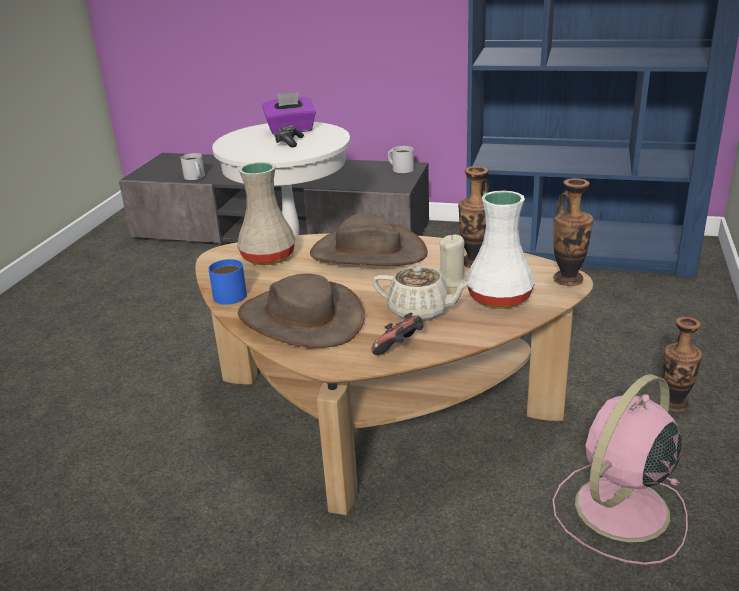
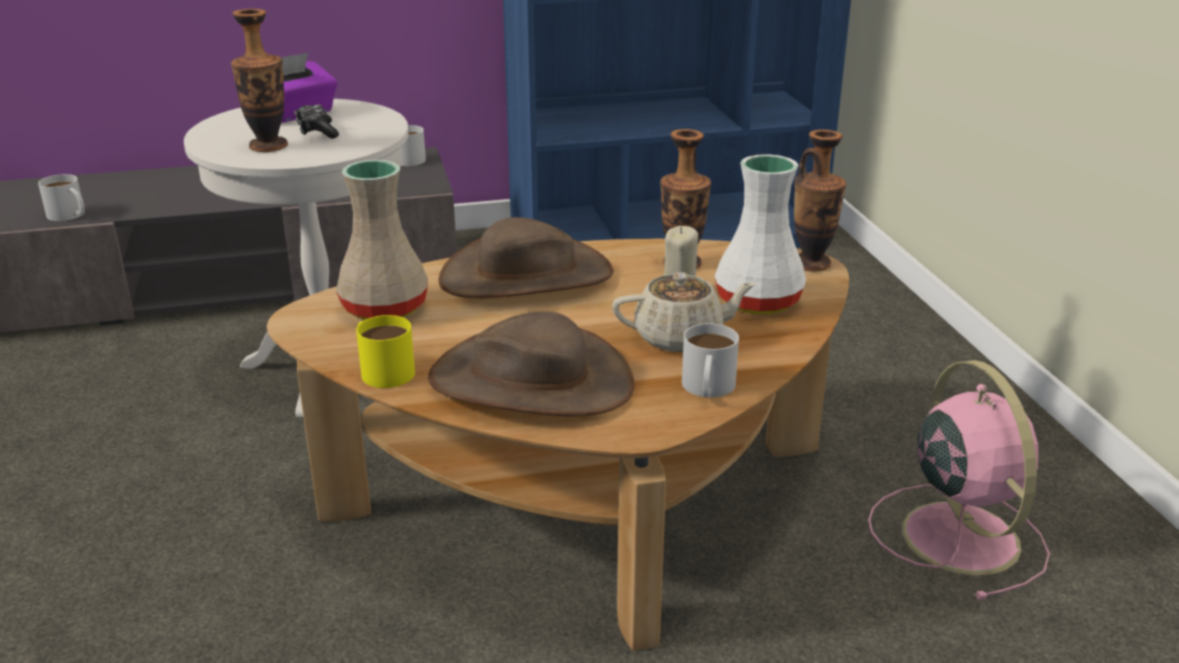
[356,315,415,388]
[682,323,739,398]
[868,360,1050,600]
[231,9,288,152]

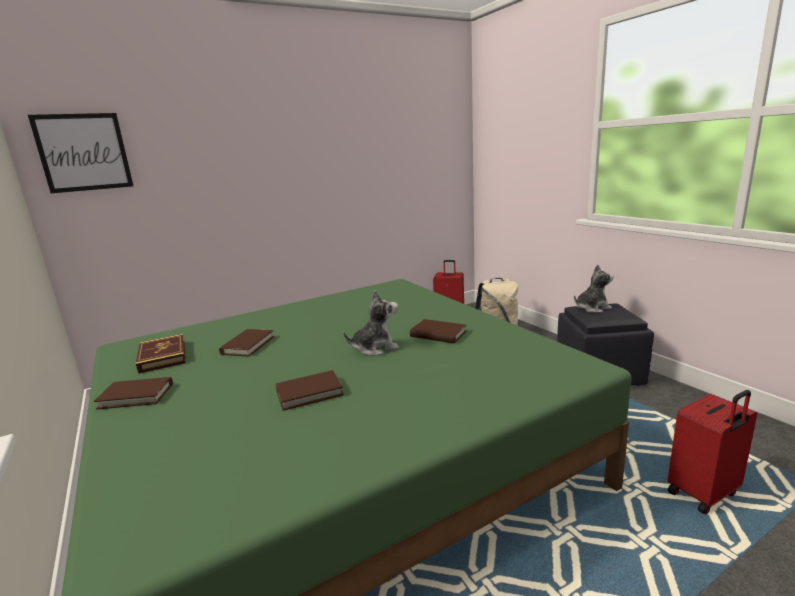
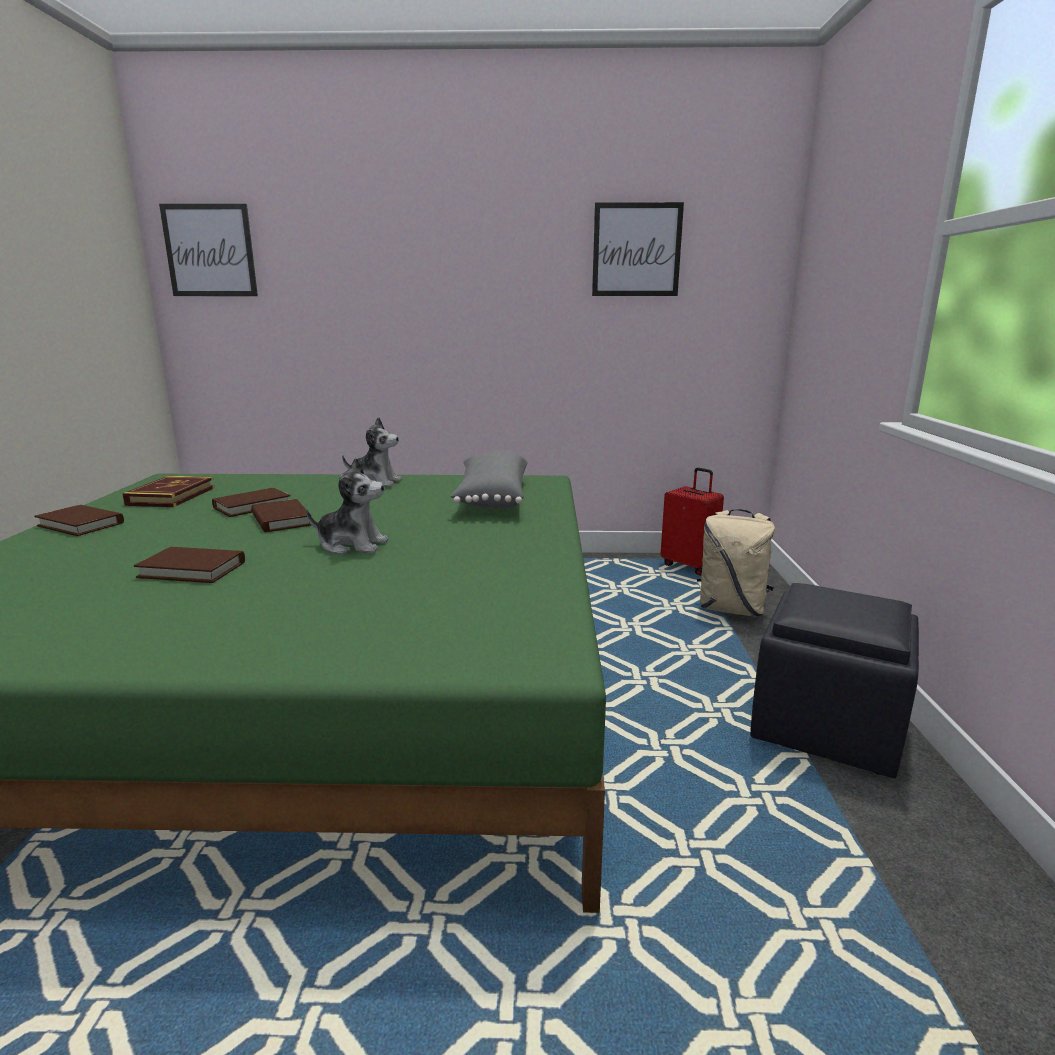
[251,499,311,532]
[342,417,402,487]
[667,390,757,515] (first image)
[450,451,528,509]
[592,202,684,296]

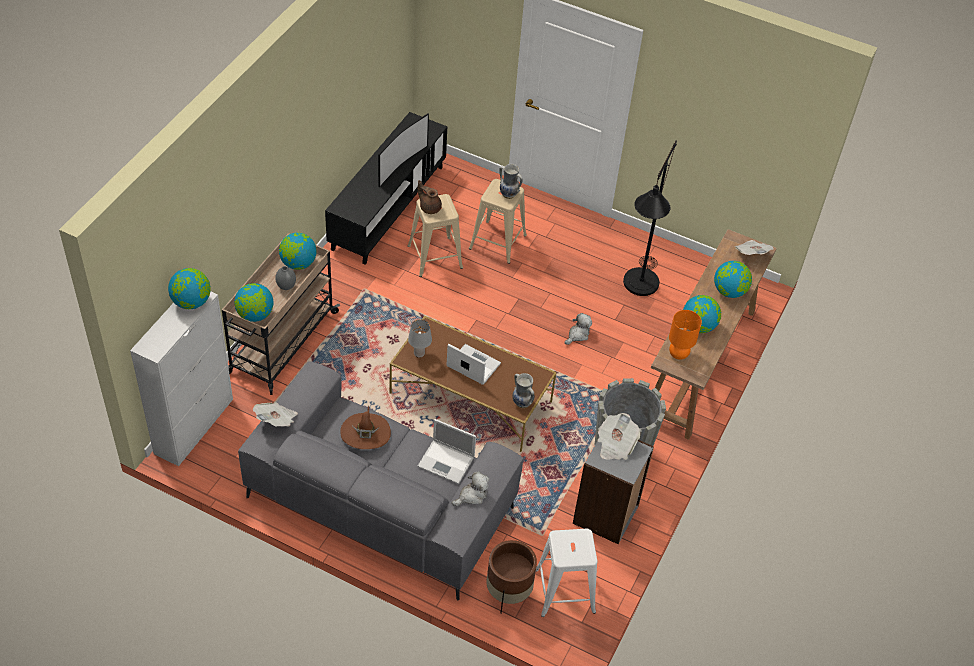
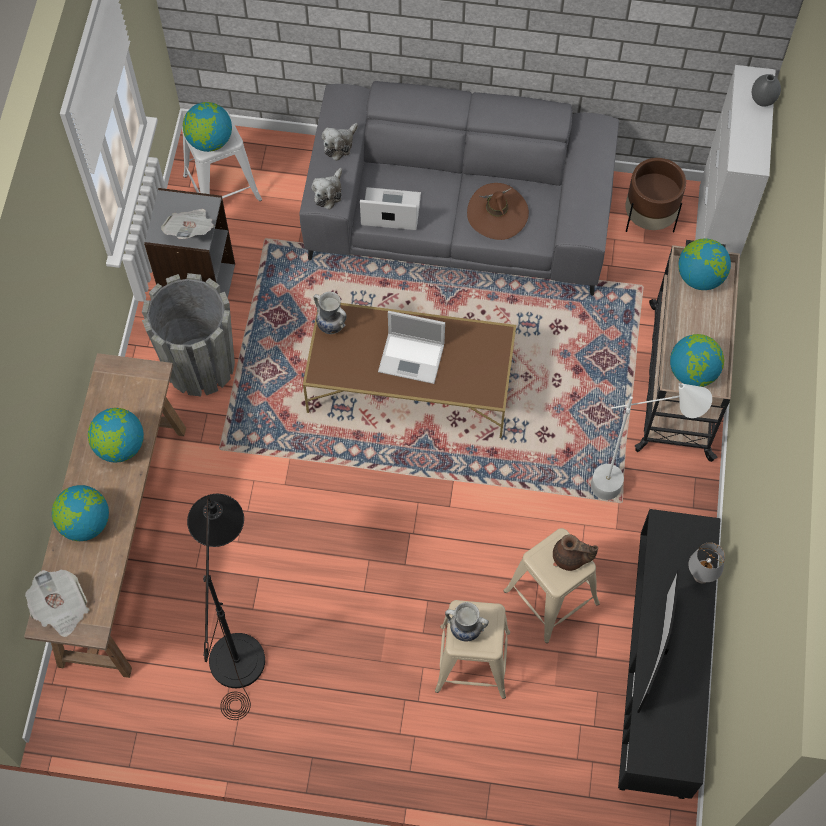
[183,102,232,152]
[253,402,298,427] (first image)
[752,74,781,107]
[688,542,725,583]
[626,158,686,232]
[312,168,342,209]
[669,310,702,360] (first image)
[591,383,712,500]

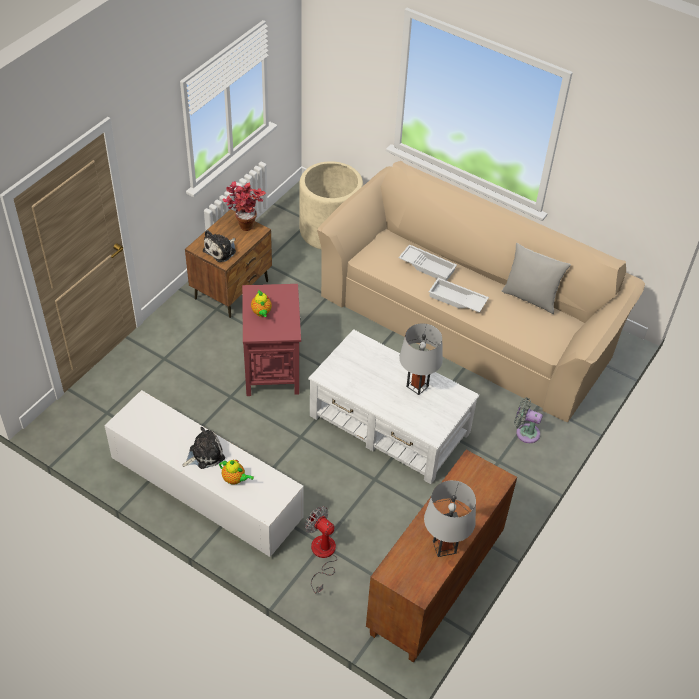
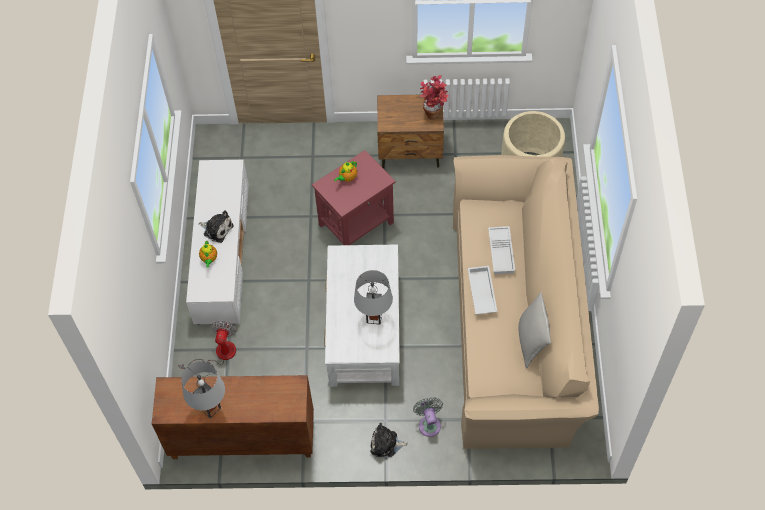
[371,423,408,457]

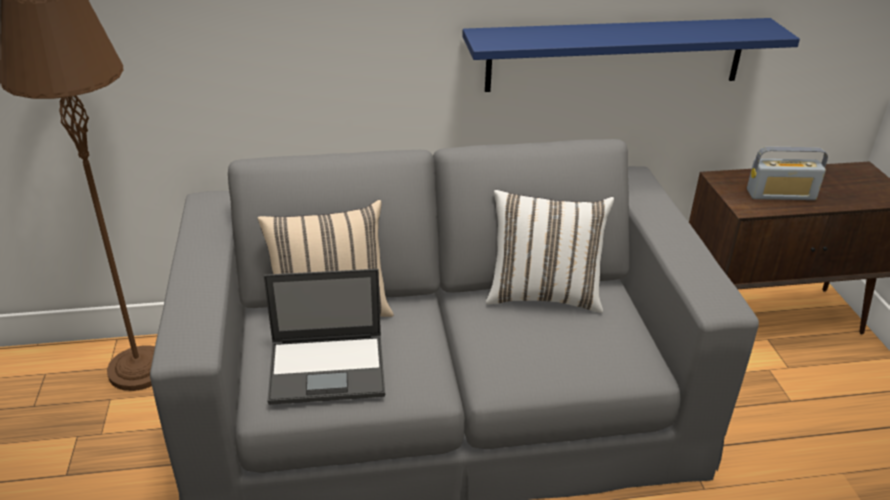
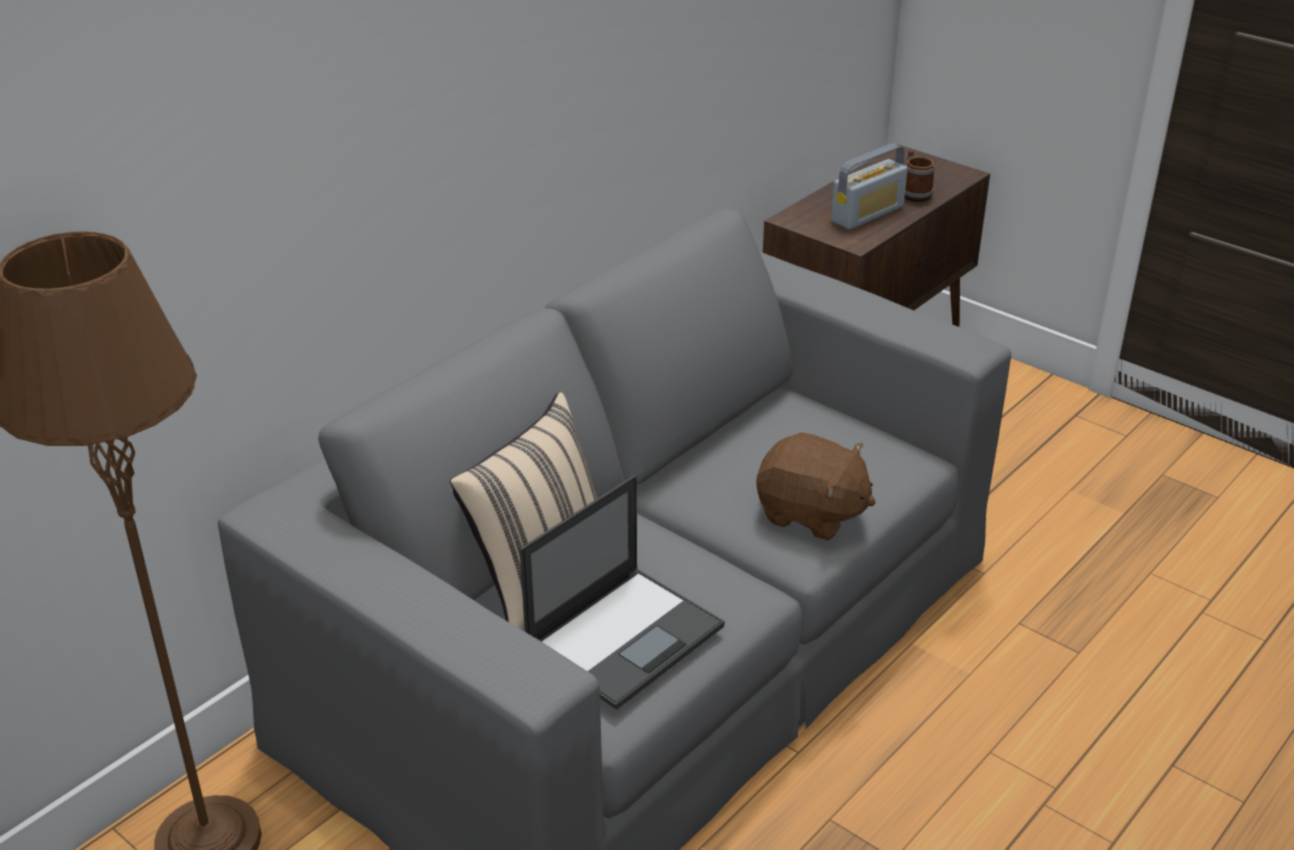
[462,18,800,92] (first image)
[486,190,614,313] (first image)
[756,432,876,540]
[905,150,935,202]

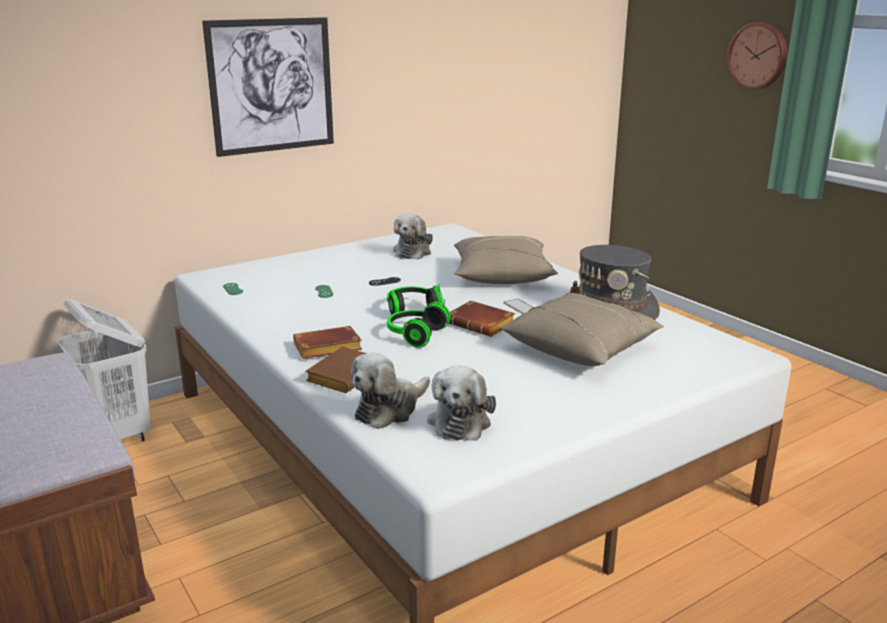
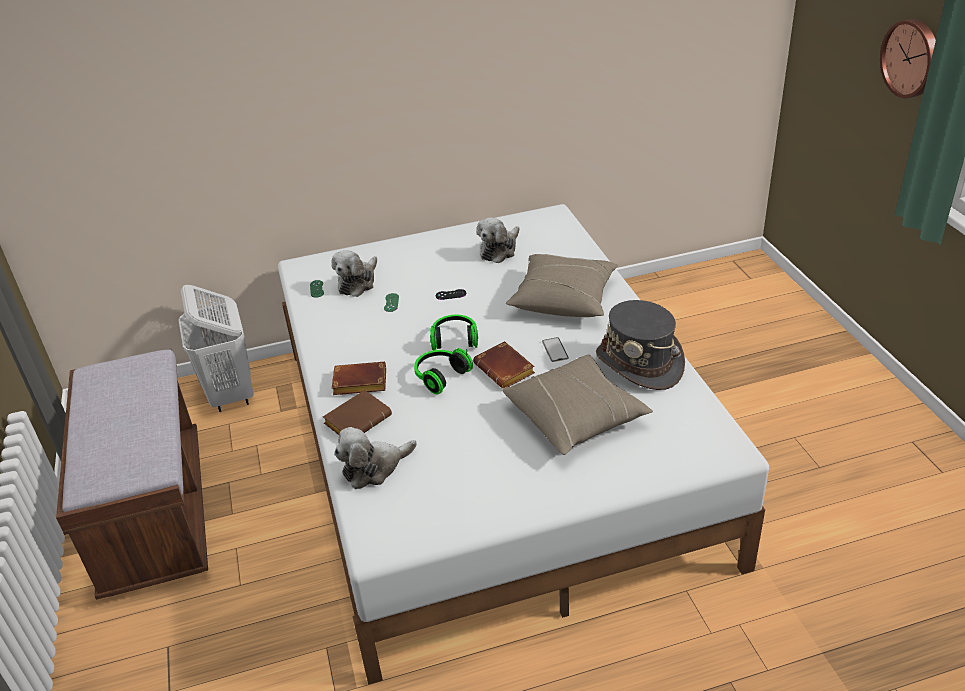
[202,17,334,157] (first image)
[331,250,377,297]

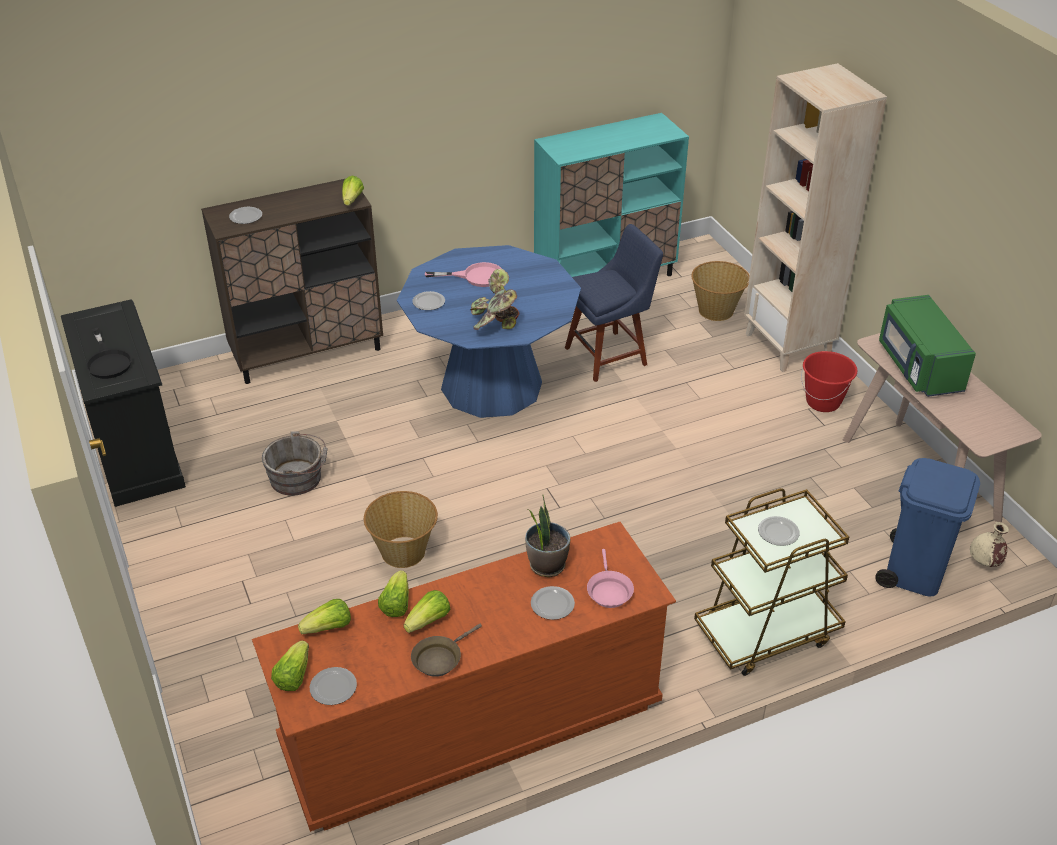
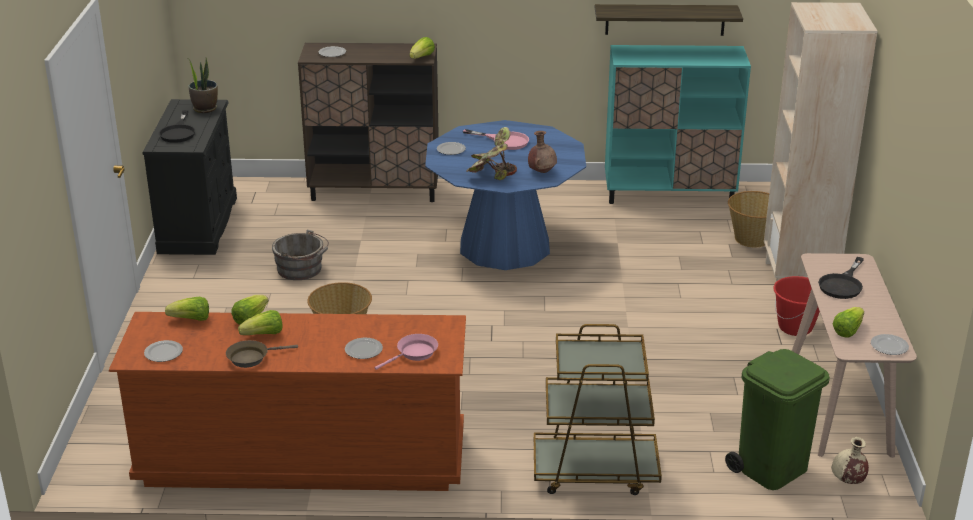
[833,307,864,337]
[189,57,218,113]
[565,224,663,382] (first image)
[374,334,438,370]
[871,334,909,355]
[725,349,830,490]
[818,257,864,299]
[528,131,557,173]
[595,4,743,36]

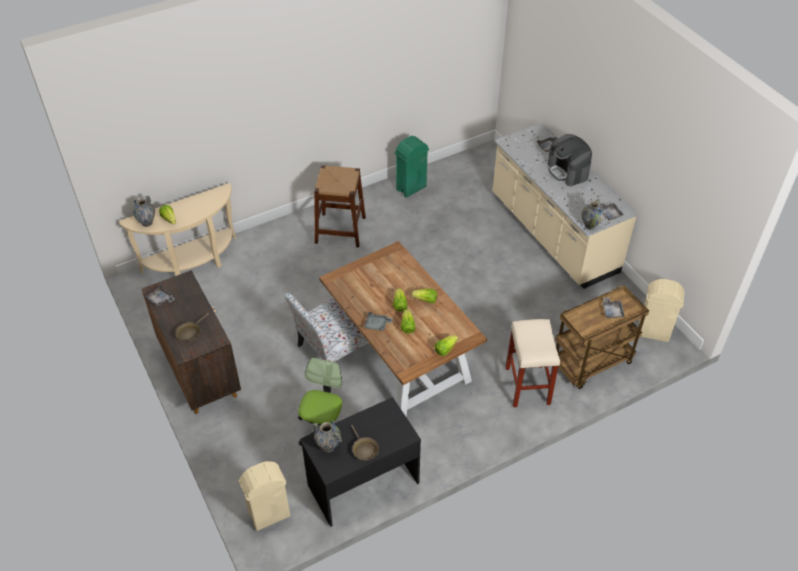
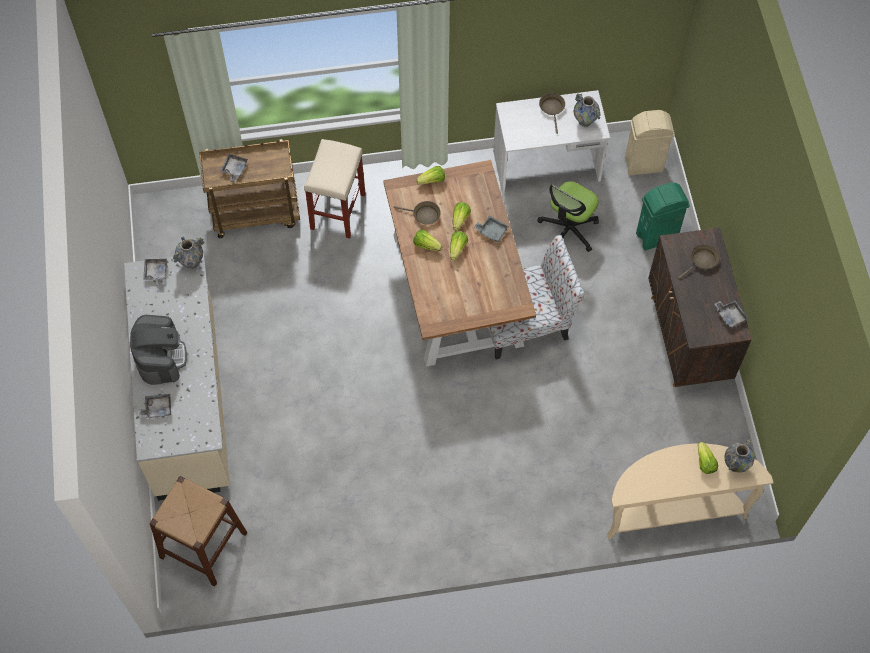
[493,90,610,194]
[150,476,247,587]
[636,182,690,250]
[638,279,684,342] (first image)
[394,201,441,224]

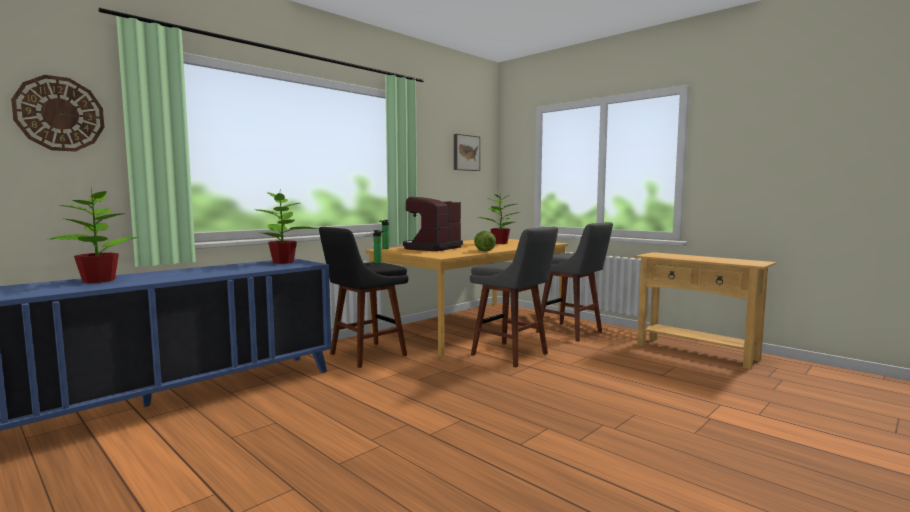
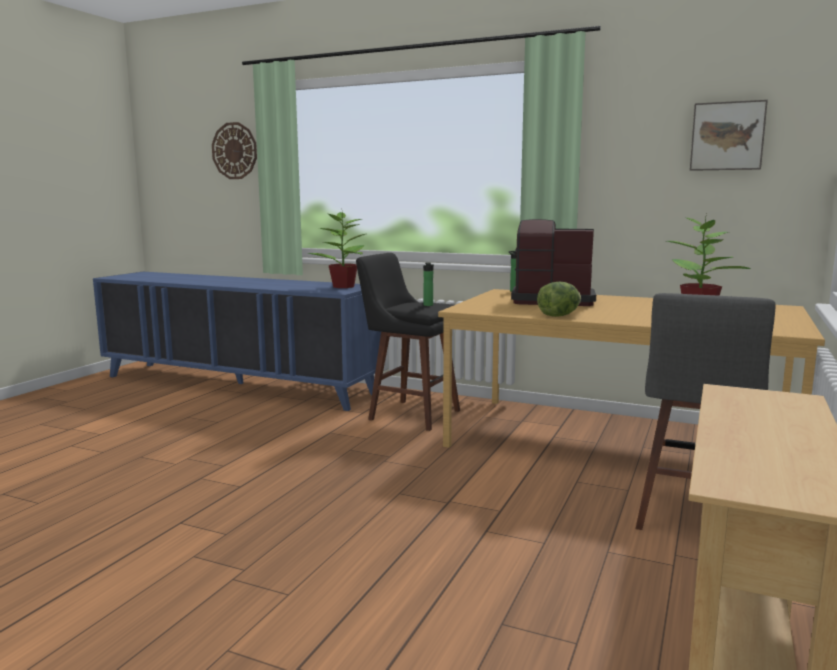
[50,187,138,283] (first image)
[470,227,558,367] (first image)

